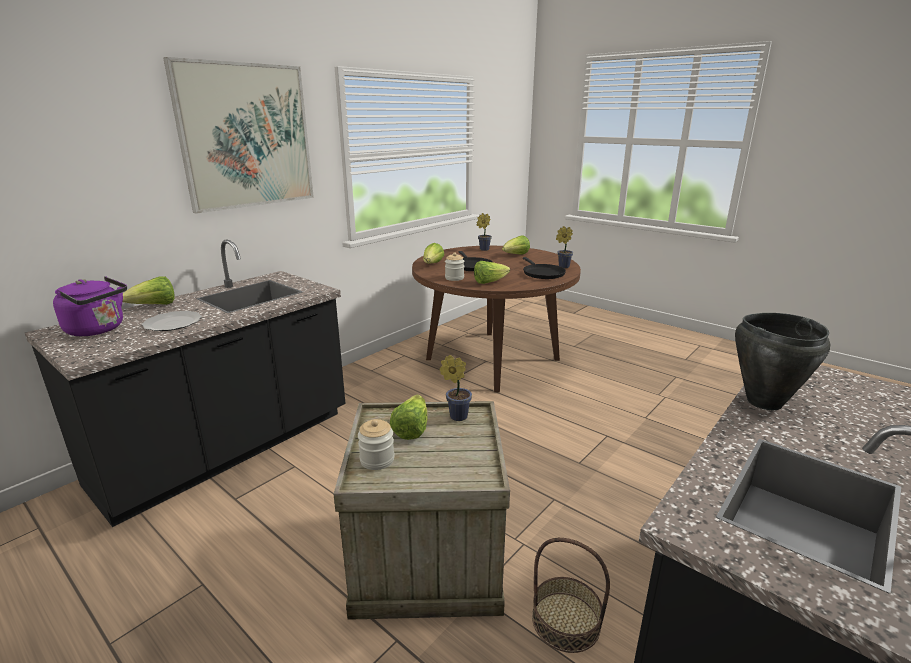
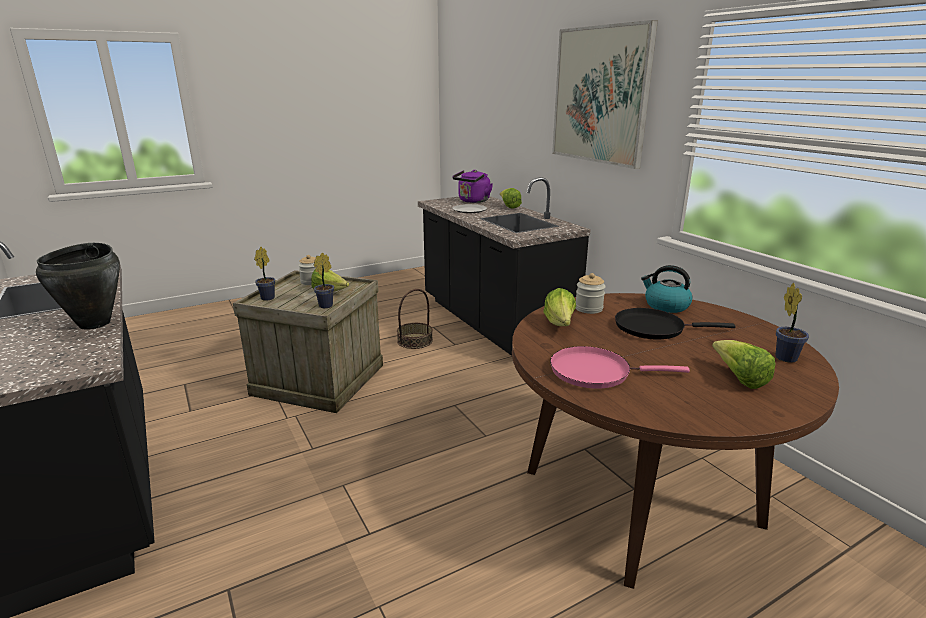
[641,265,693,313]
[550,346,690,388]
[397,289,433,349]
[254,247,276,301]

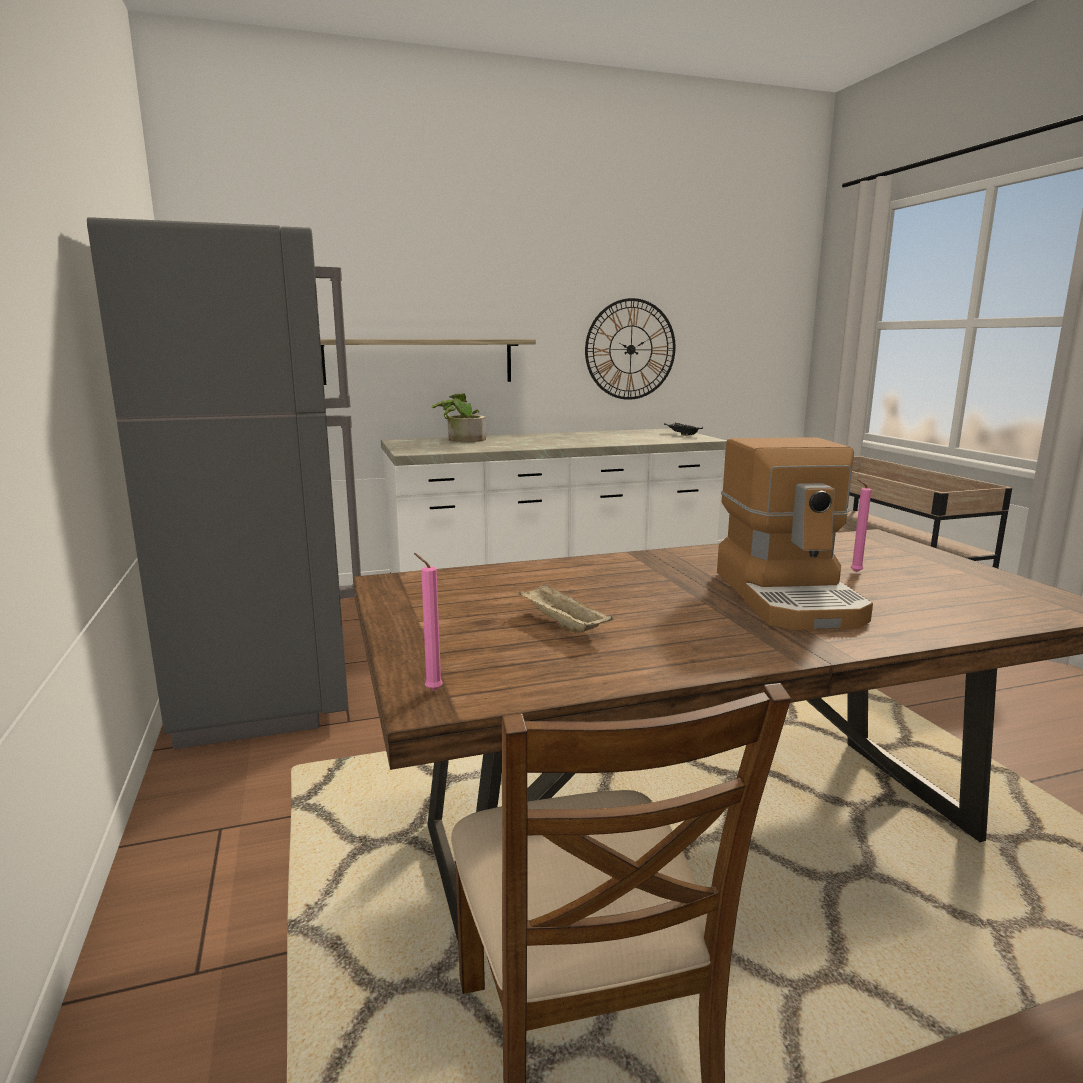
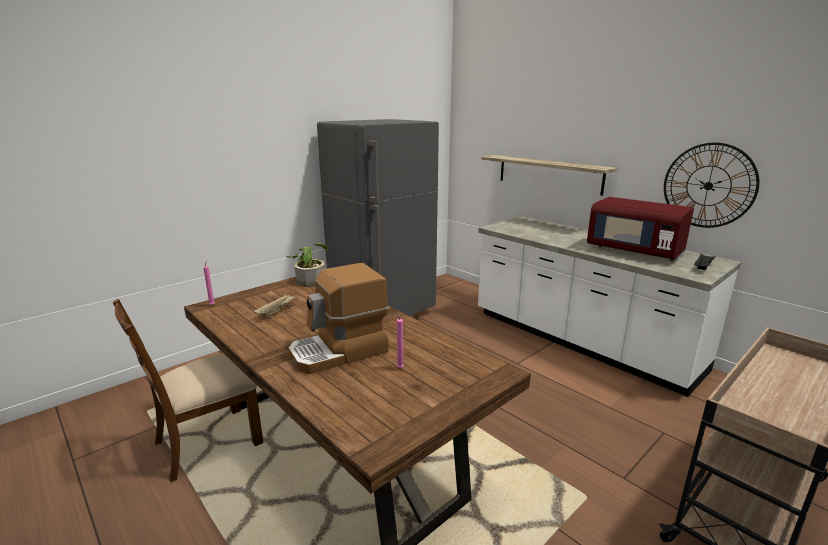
[286,243,328,287]
[587,197,694,261]

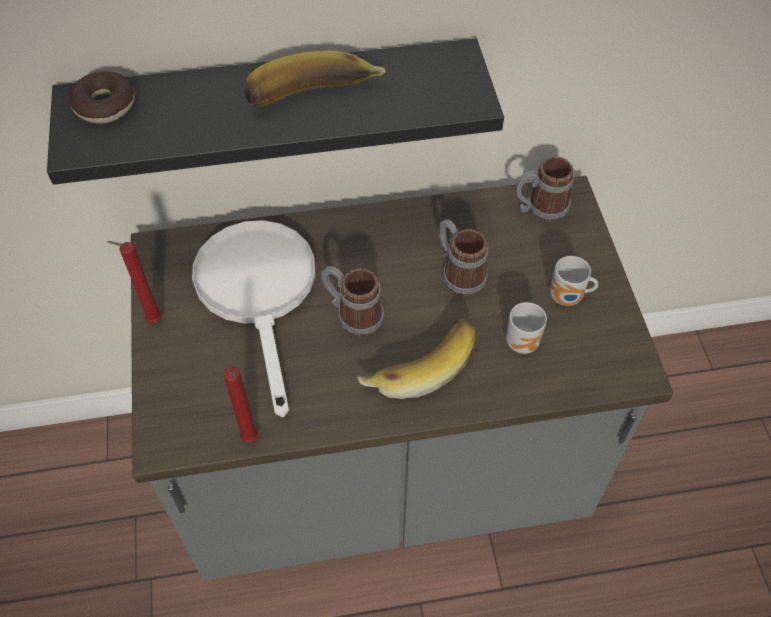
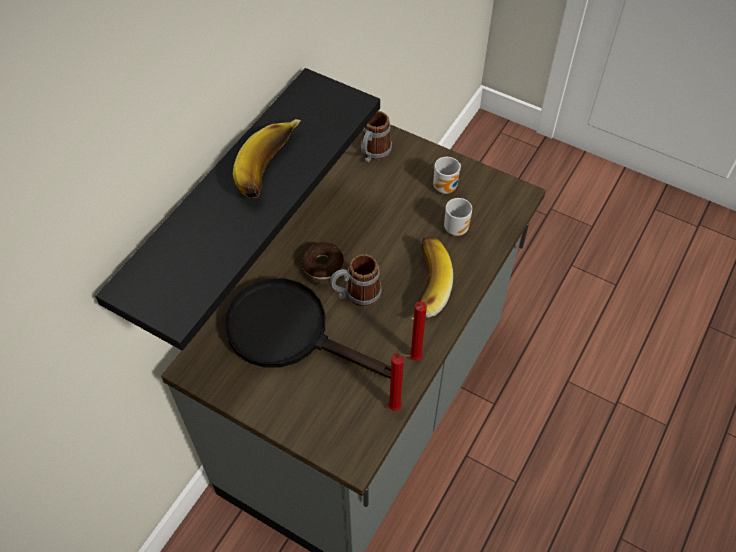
[301,242,344,280]
[409,301,427,361]
[224,278,391,379]
[438,219,488,296] (first image)

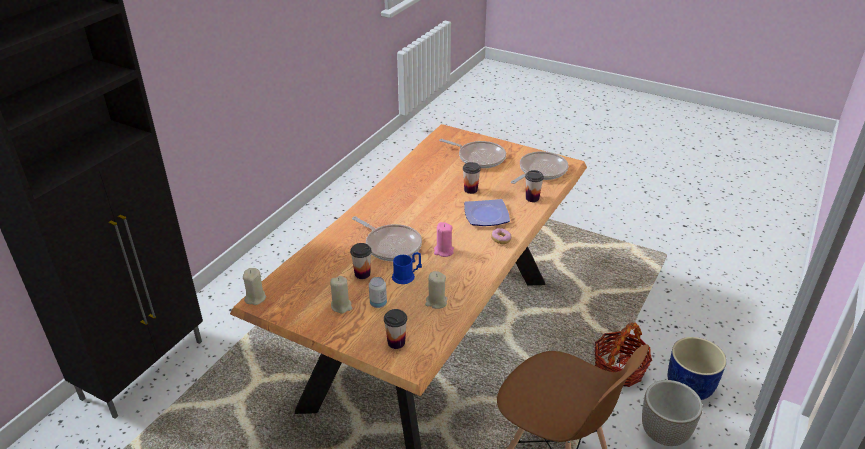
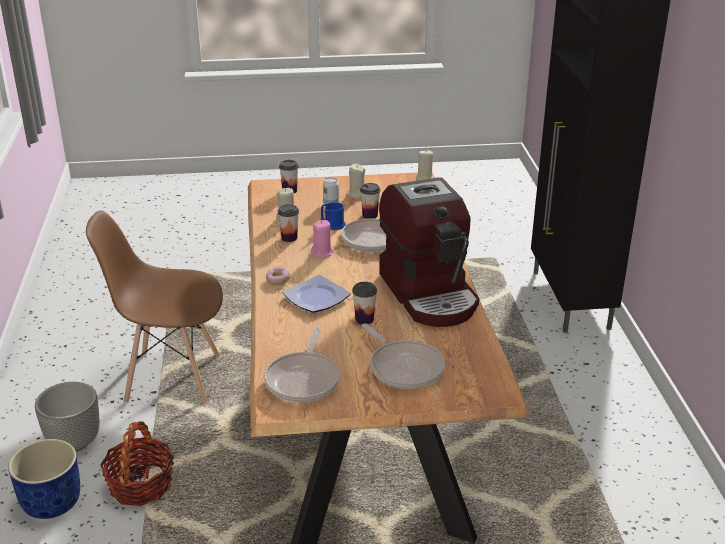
[361,323,445,389]
[278,204,299,242]
[379,177,479,327]

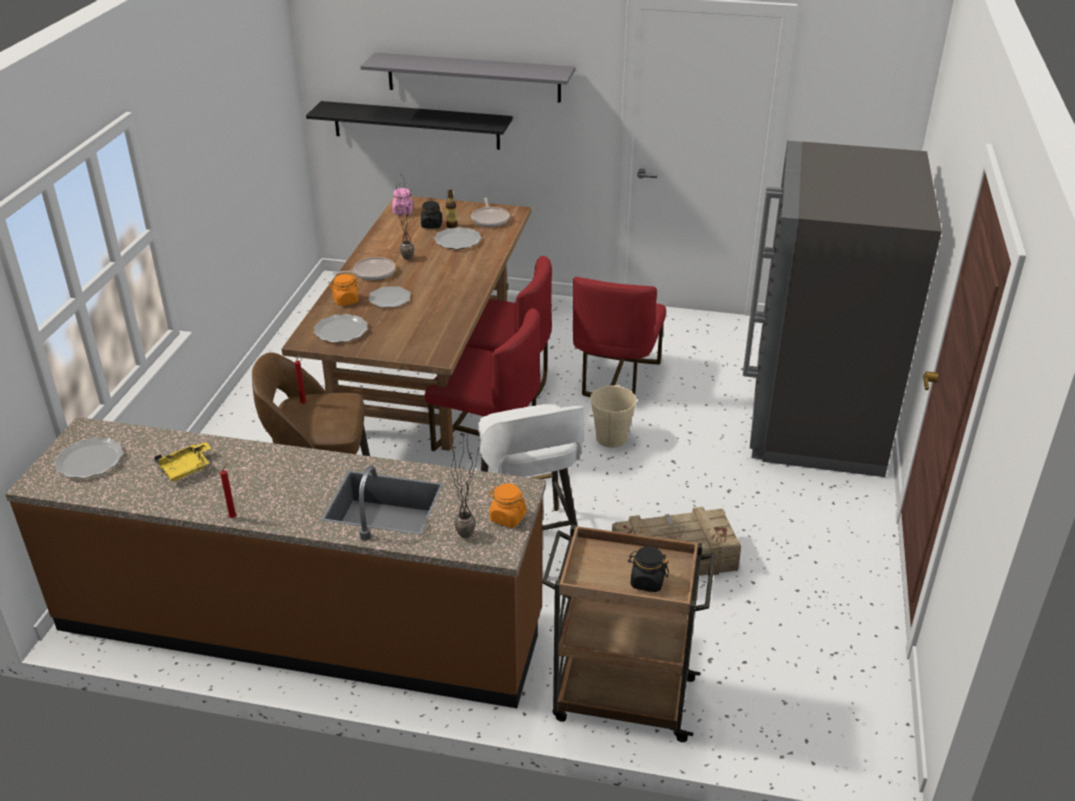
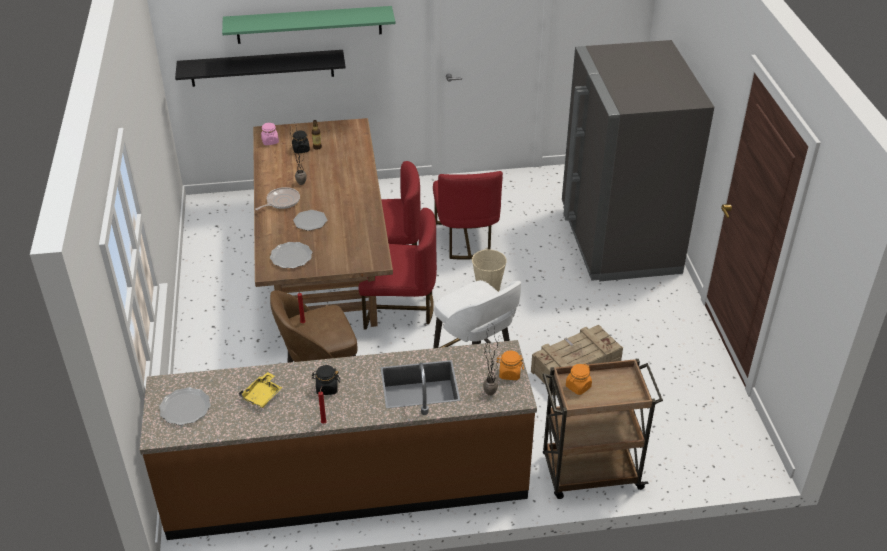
[566,364,592,395]
[222,6,396,44]
[434,227,482,250] (first image)
[471,198,510,227] (first image)
[312,365,340,395]

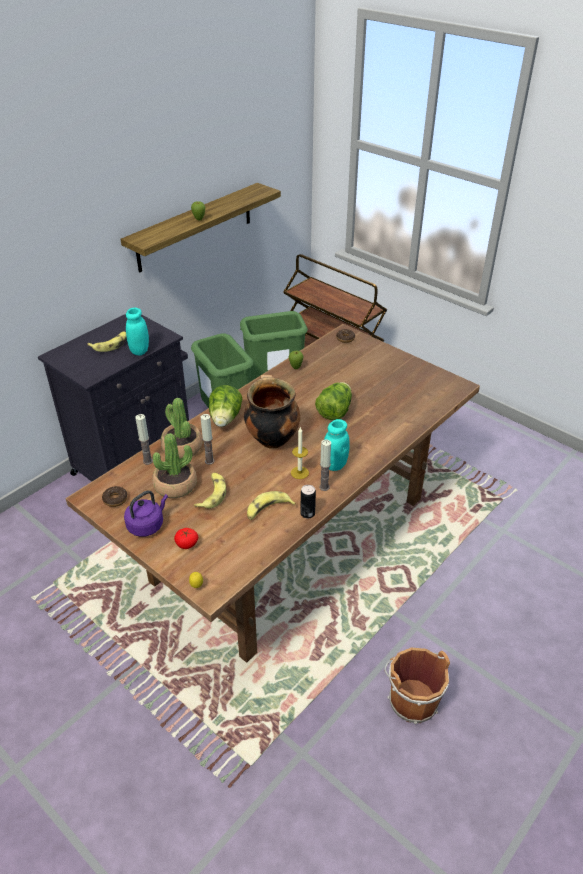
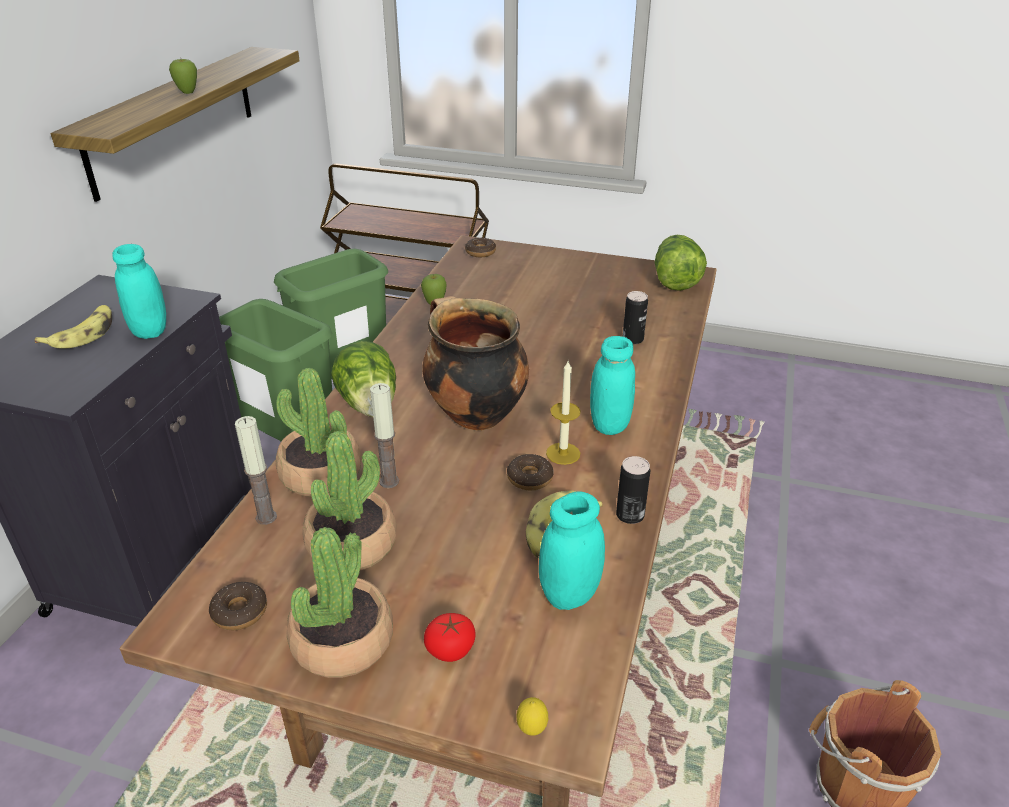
[287,527,393,678]
[194,473,226,508] (first image)
[654,235,707,291]
[319,439,331,491] (first image)
[507,454,554,490]
[539,491,605,610]
[623,291,648,344]

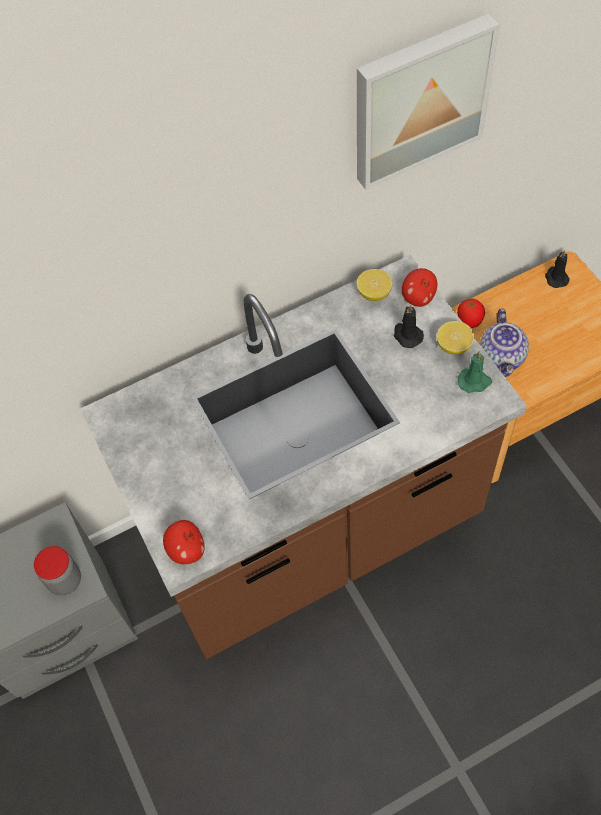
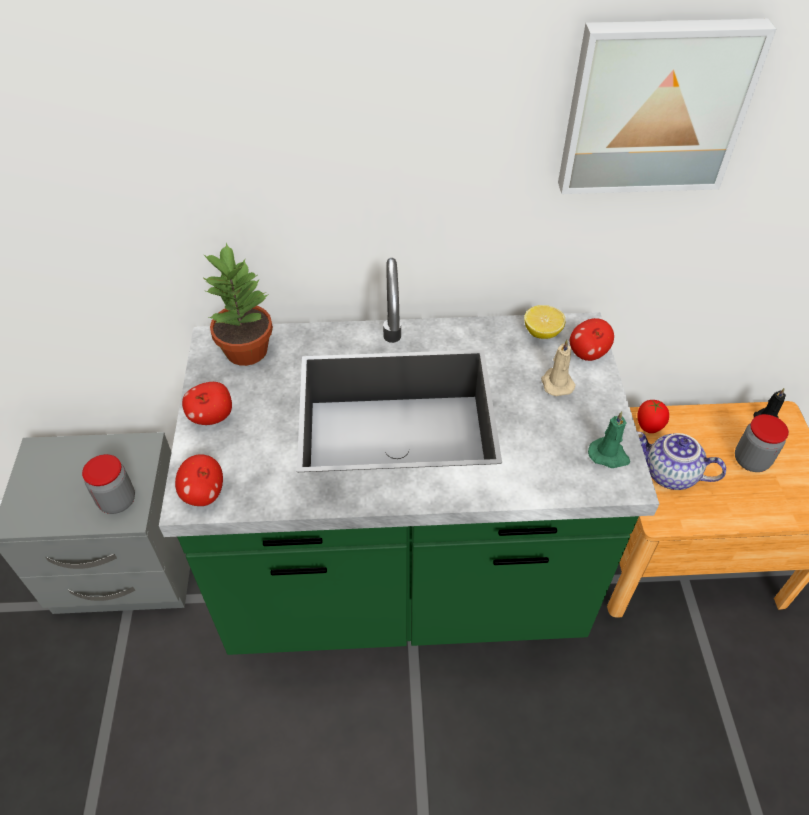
[159,258,659,655]
[541,340,576,396]
[437,321,474,354] (first image)
[637,432,726,490]
[182,382,232,425]
[202,242,273,366]
[735,414,789,472]

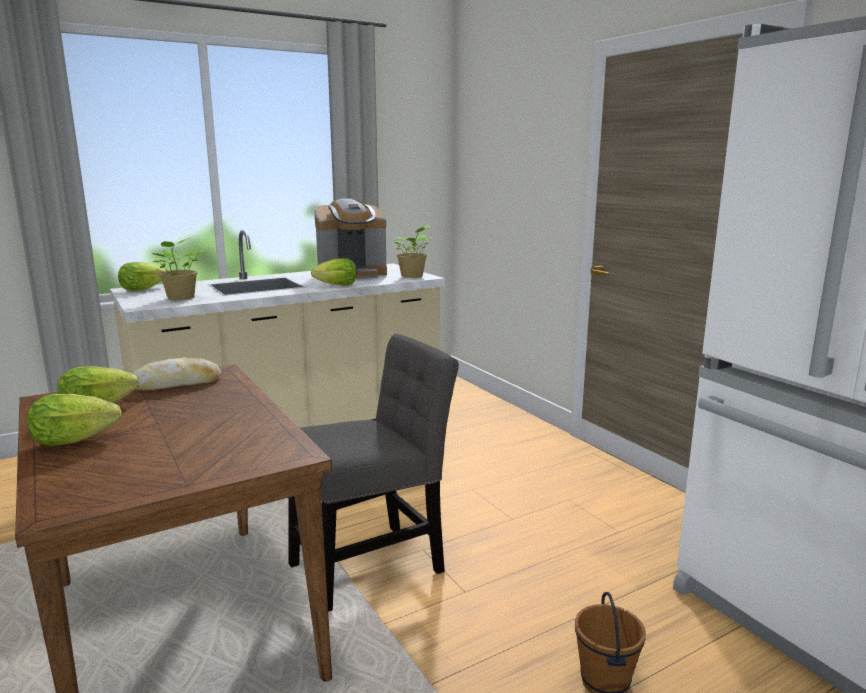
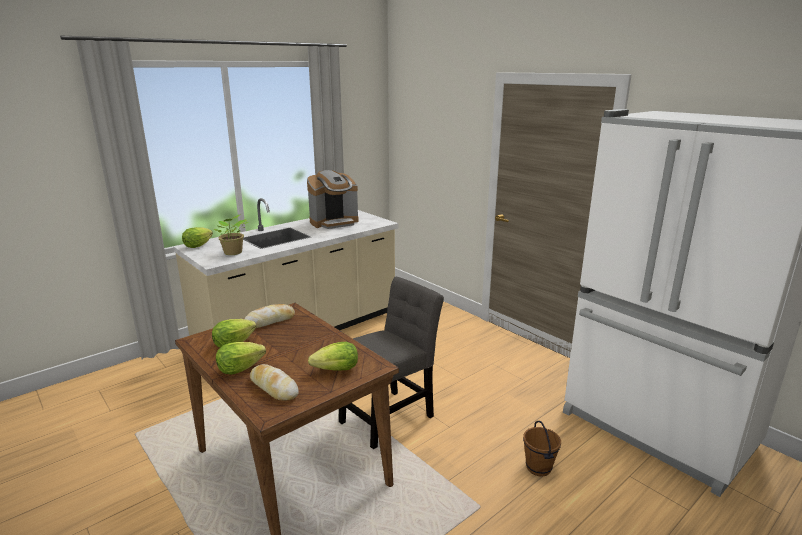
[308,342,358,371]
[392,225,431,278] (first image)
[250,364,299,401]

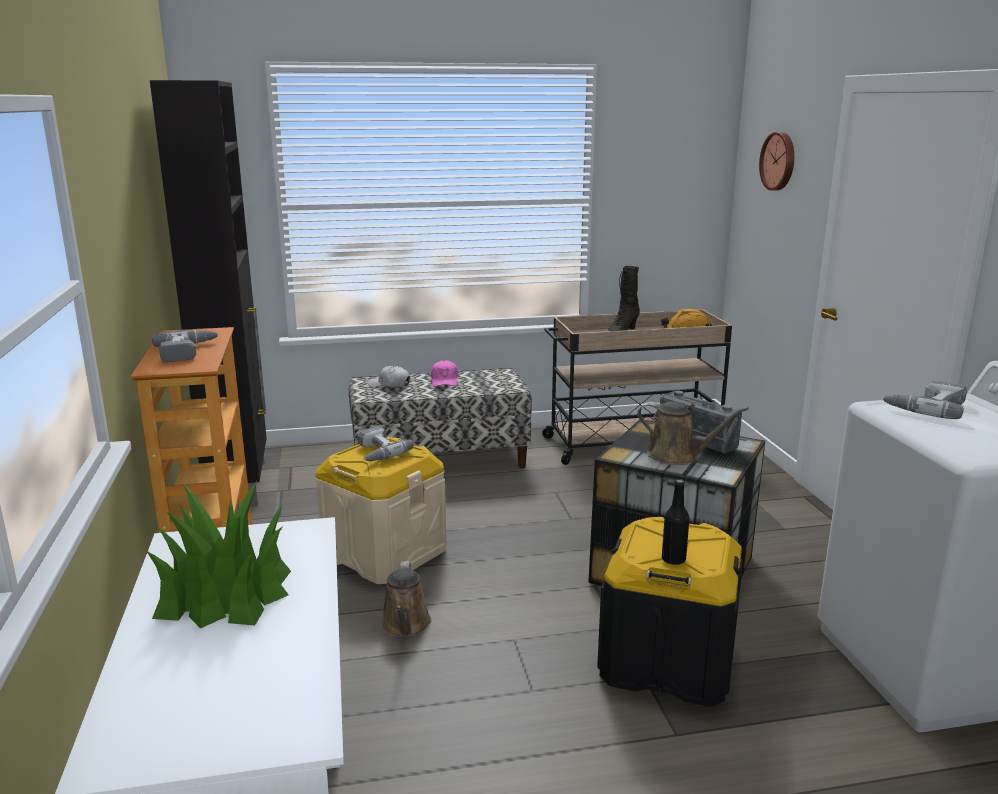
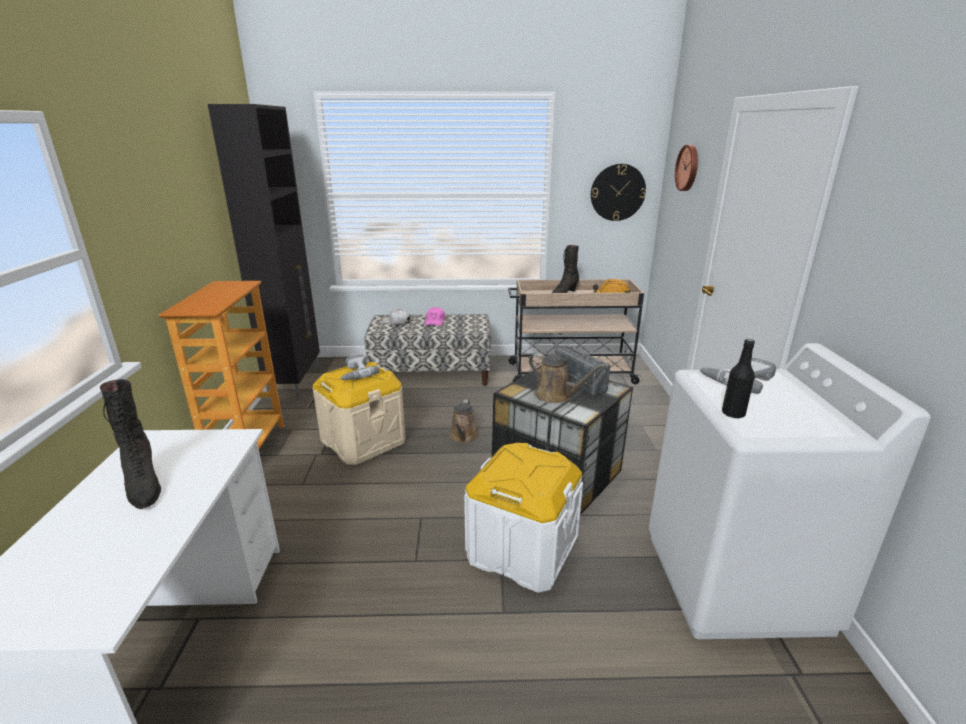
[100,379,161,509]
[152,330,219,362] (first image)
[450,400,479,443]
[464,443,583,593]
[722,339,755,418]
[591,164,646,221]

